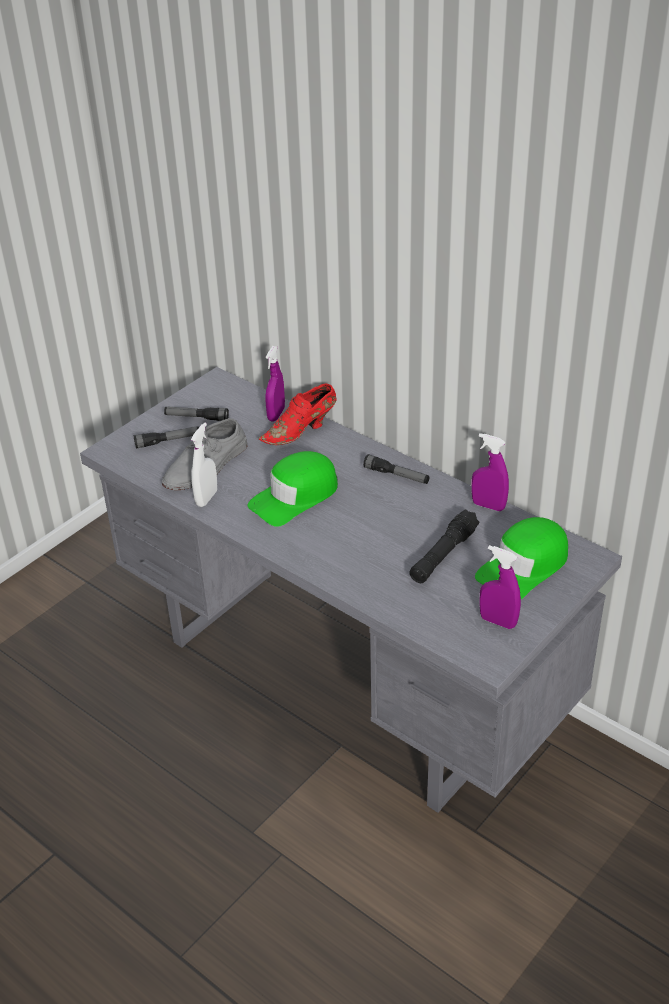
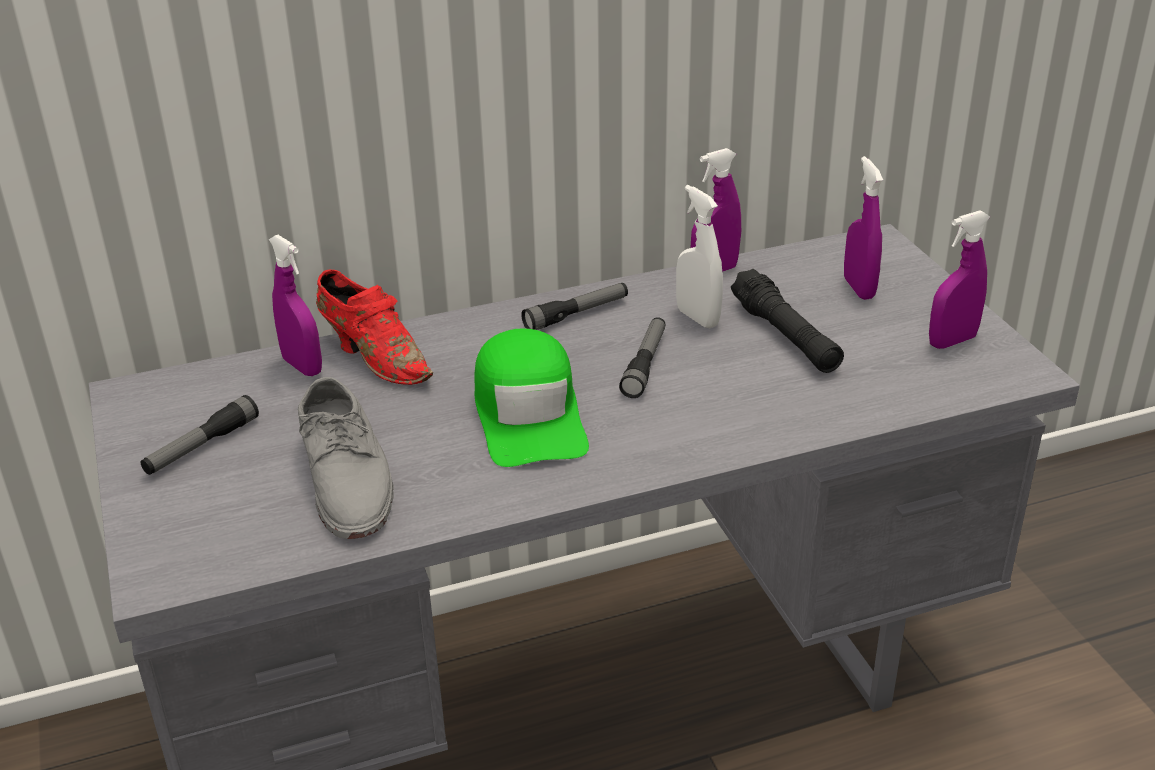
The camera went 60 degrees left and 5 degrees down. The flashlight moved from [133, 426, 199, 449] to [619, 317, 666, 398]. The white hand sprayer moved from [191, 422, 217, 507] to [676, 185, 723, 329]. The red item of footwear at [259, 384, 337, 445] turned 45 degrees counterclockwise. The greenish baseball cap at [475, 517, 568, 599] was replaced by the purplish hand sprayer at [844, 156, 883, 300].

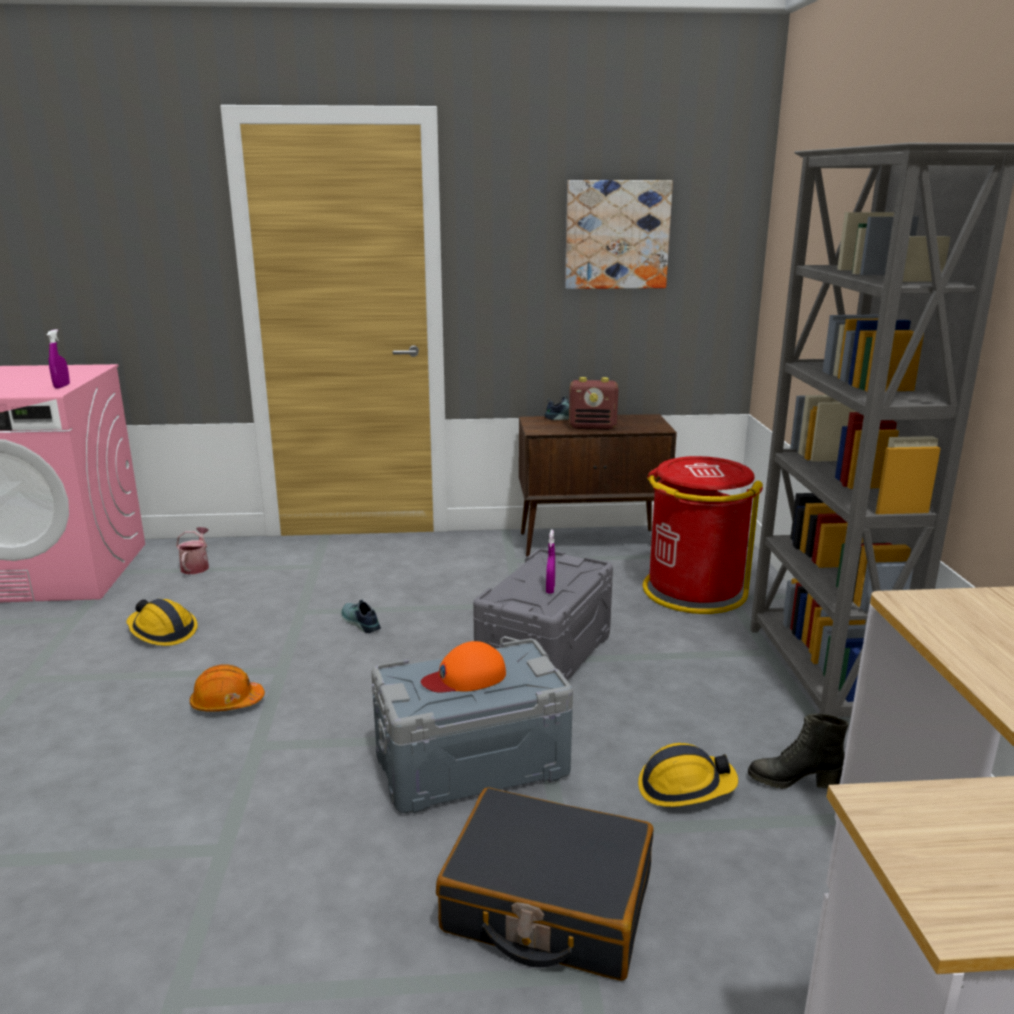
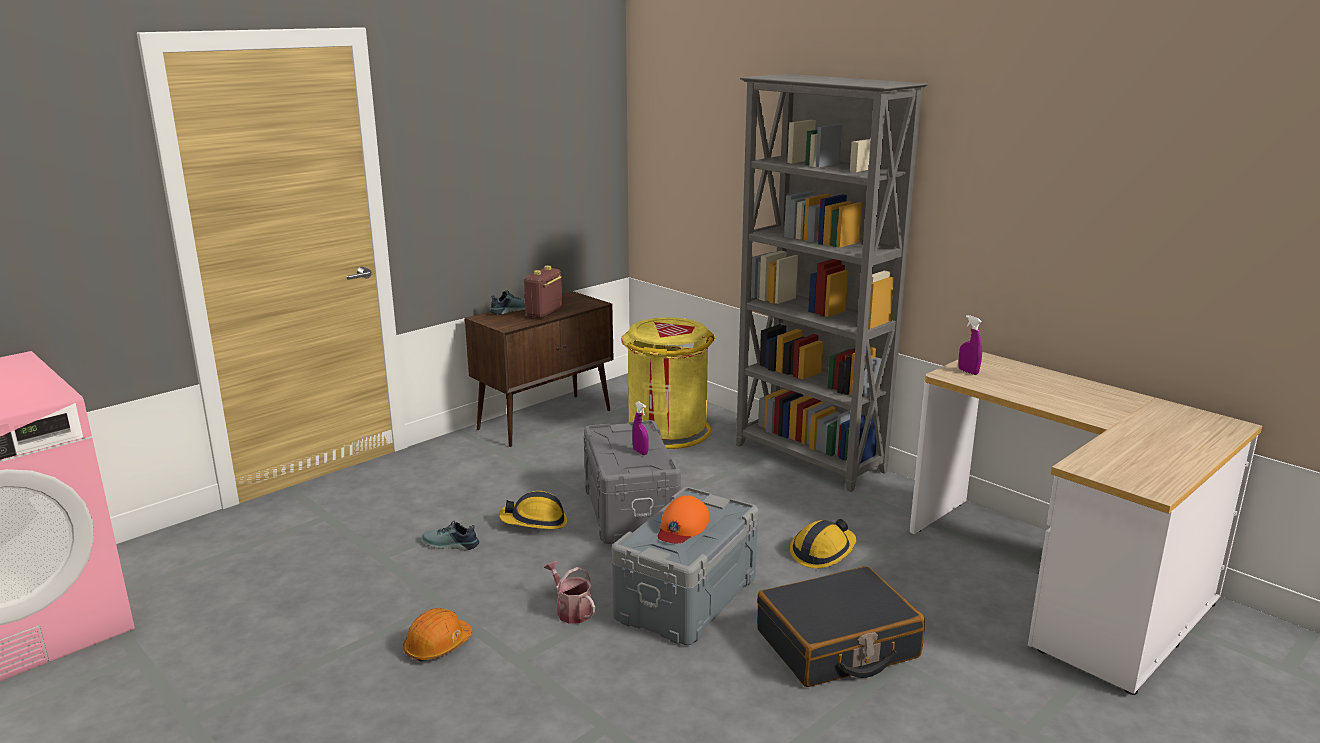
The camera went 40 degrees left and 0 degrees up. The purplish hand sprayer moved from [47, 329, 70, 388] to [958, 315, 982, 375]. The safety helmet moved from [126, 599, 197, 646] to [499, 491, 567, 529]. The watering can moved from [176, 527, 209, 574] to [544, 561, 595, 624]. The wall art at [565, 180, 673, 289] disappeared. The radio receiver at [569, 377, 618, 430] turned 150 degrees clockwise. The red waste bin at [642, 456, 763, 614] became the yellow-coloured waste bin at [621, 317, 715, 449]. The blackish boot at [748, 714, 848, 789] disappeared.

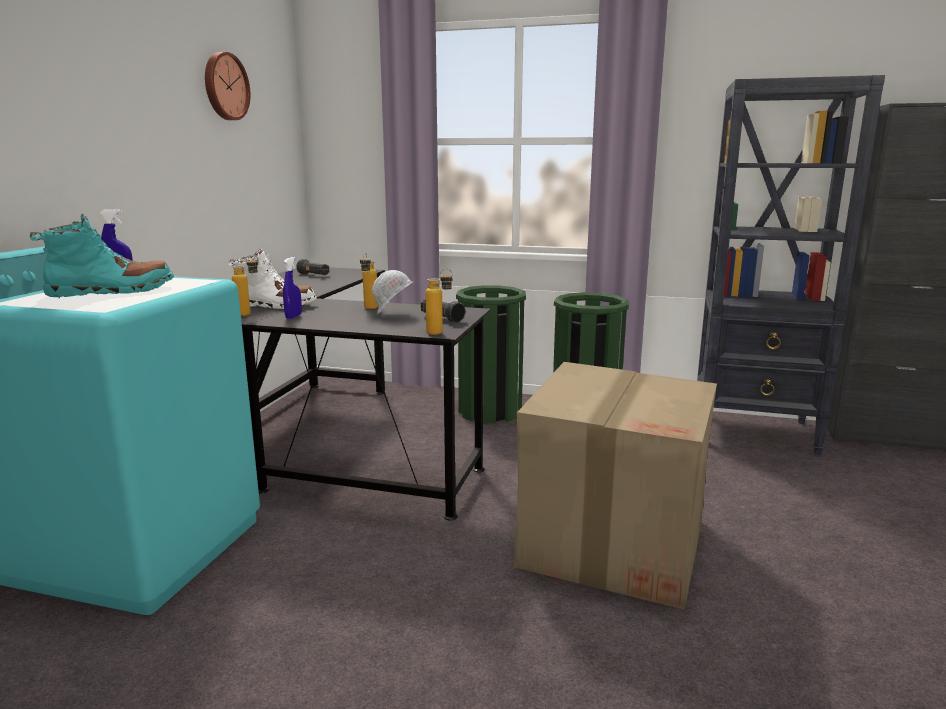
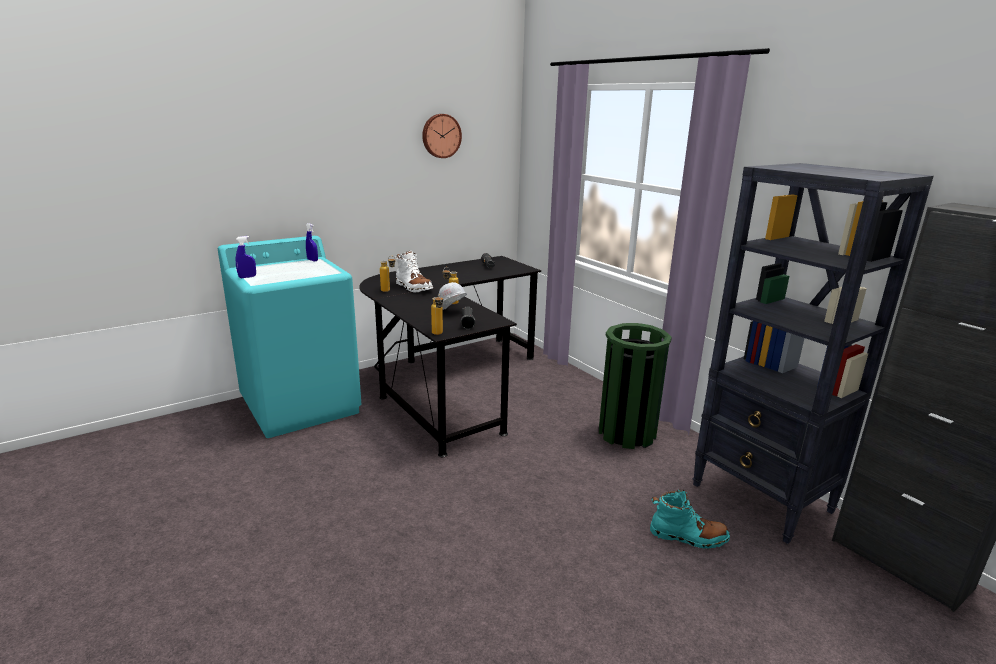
The camera went 40 degrees right and 5 degrees up. The turquoise boot moved from [30, 213, 174, 298] to [650, 489, 730, 548]. The blue hand sprayer moved from [283, 257, 302, 319] to [236, 236, 256, 278]. The greenish waste bin at [456, 285, 526, 423] disappeared. The cardboard box at [514, 362, 717, 610] disappeared.

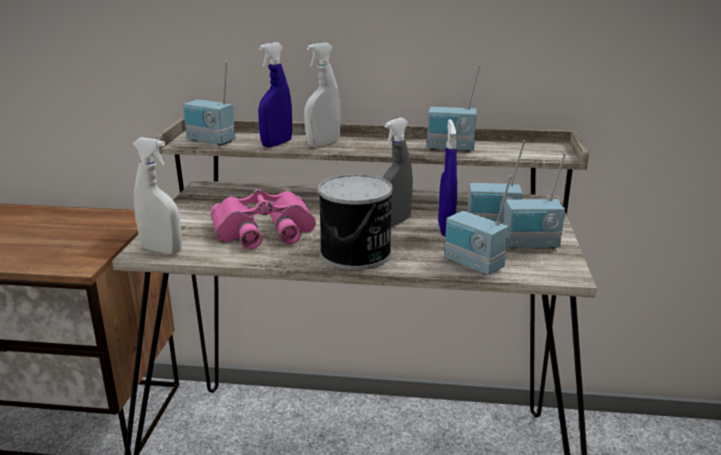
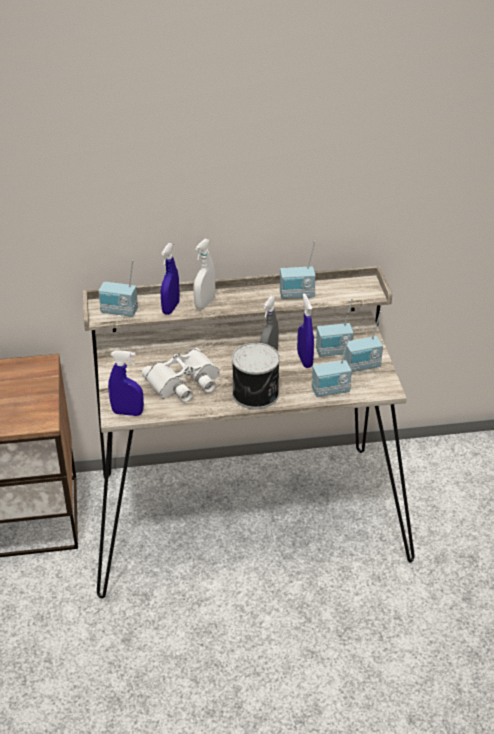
The camera went 15 degrees left and 15 degrees up. The white hand sprayer at [132, 137, 182, 254] became the blue hand sprayer at [108, 350, 144, 416]. The pink pair of binoculars at [211, 189, 316, 249] became the white pair of binoculars at [142, 348, 220, 402]. The radio receiver at [444, 175, 512, 275] turned 45 degrees counterclockwise.

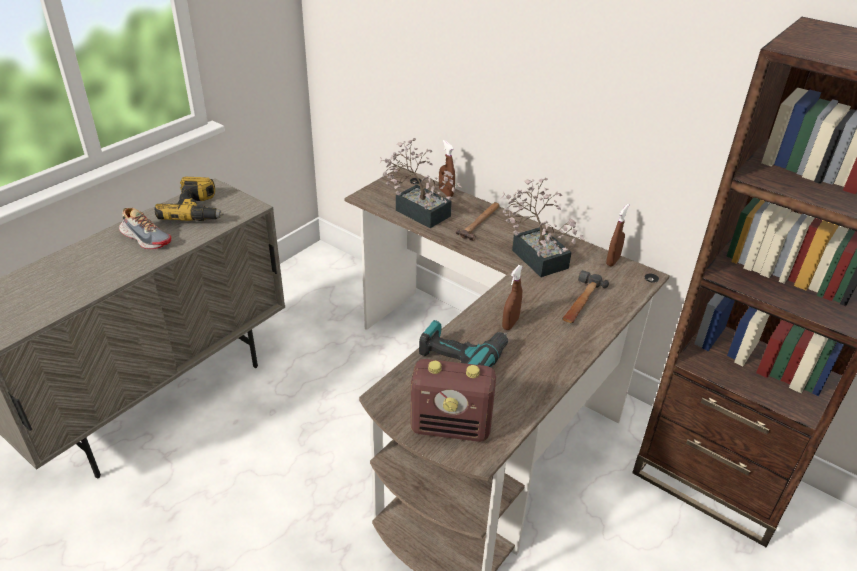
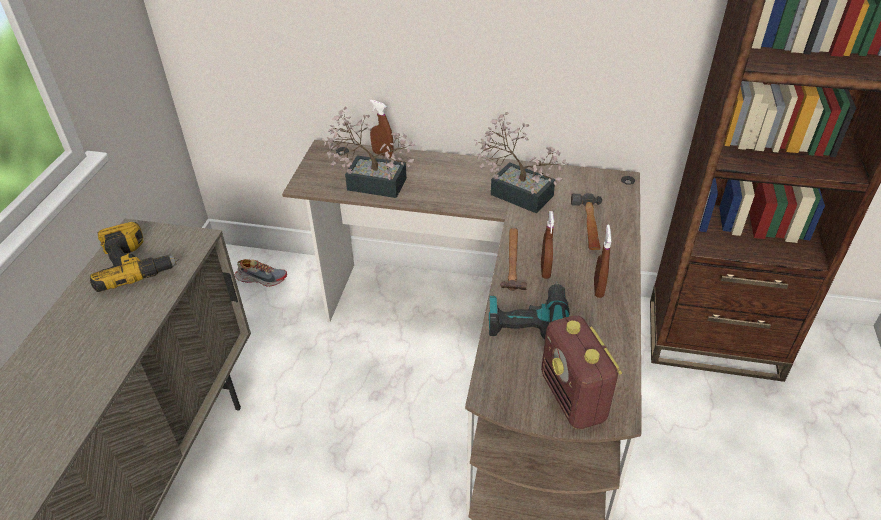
The camera went 25 degrees left and 5 degrees up. The item of footwear moved from [119, 208, 171, 249] to [235, 259, 287, 287]. The radio receiver at [410, 359, 496, 442] turned 90 degrees clockwise. The hand hammer moved from [456, 202, 499, 241] to [500, 228, 527, 291]. The brownish hand sprayer moved from [606, 204, 629, 266] to [594, 224, 611, 298].

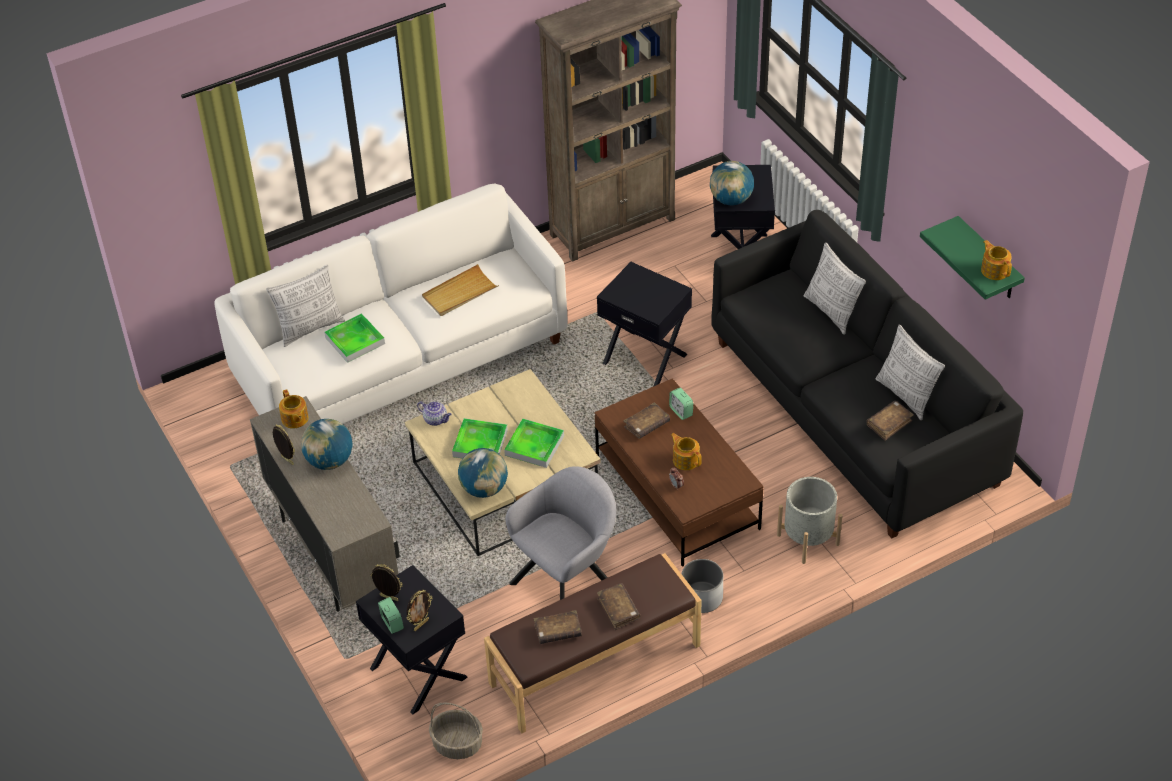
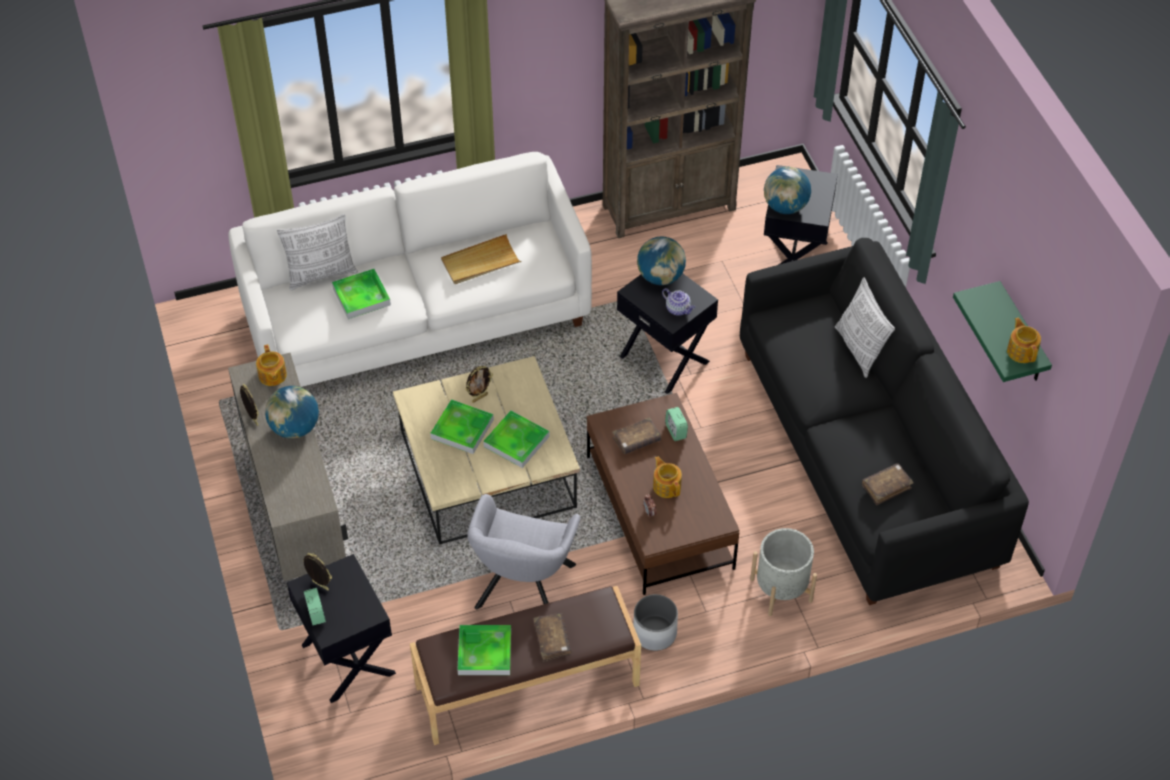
The camera went 10 degrees right and 5 degrees up. The picture frame moved from [407, 590, 433, 631] to [466, 366, 493, 403]. The teapot moved from [417, 401, 452, 426] to [662, 288, 695, 316]. The storage basket at [429, 702, 483, 759] disappeared. The globe moved from [458, 448, 508, 498] to [637, 236, 686, 285]. The greyish lounge chair at [505, 466, 616, 600] turned 135 degrees clockwise. The brownish bound book at [534, 610, 582, 644] was replaced by the carrying tray at [458, 625, 511, 675]. The cushion at [876, 325, 945, 420] disappeared.

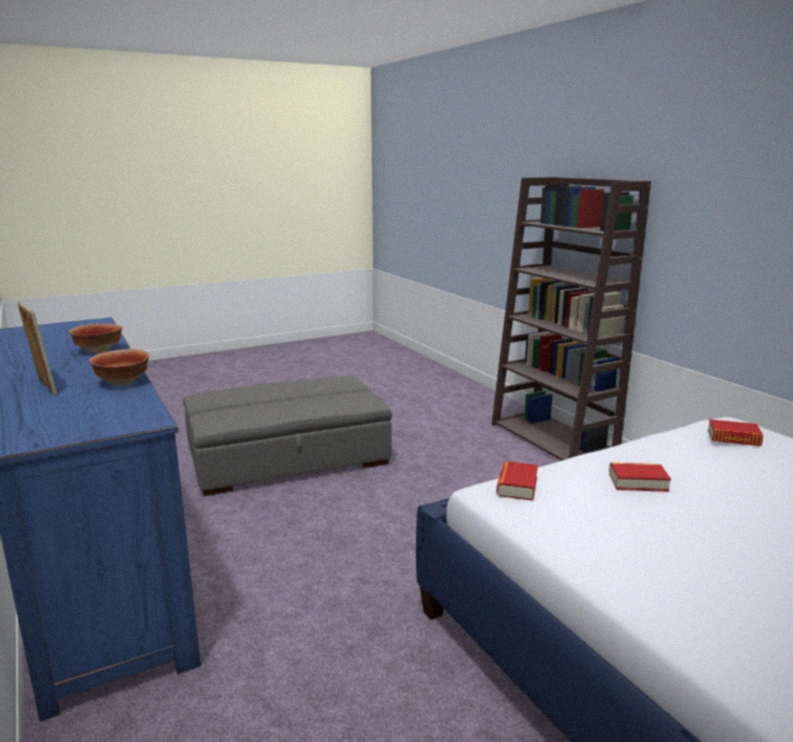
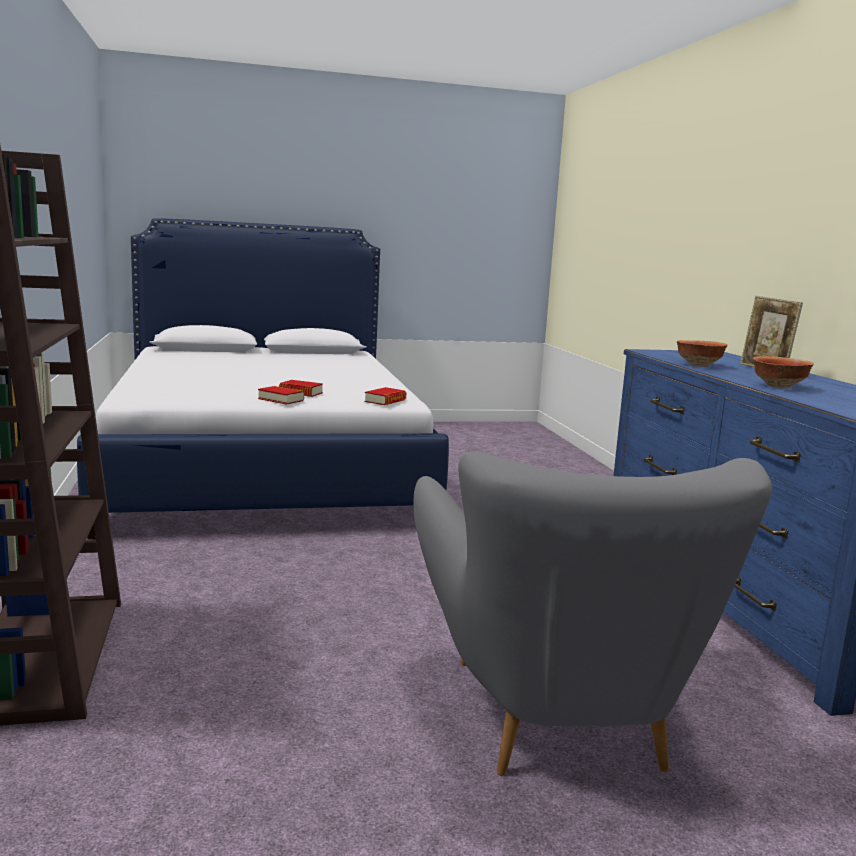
The camera went 165 degrees left and 5 degrees down. The greyish ottoman at [183, 376, 392, 496] was replaced by the greyish lounge chair at [413, 451, 772, 776]. The bound book moved from [708, 419, 763, 446] to [258, 386, 304, 405].

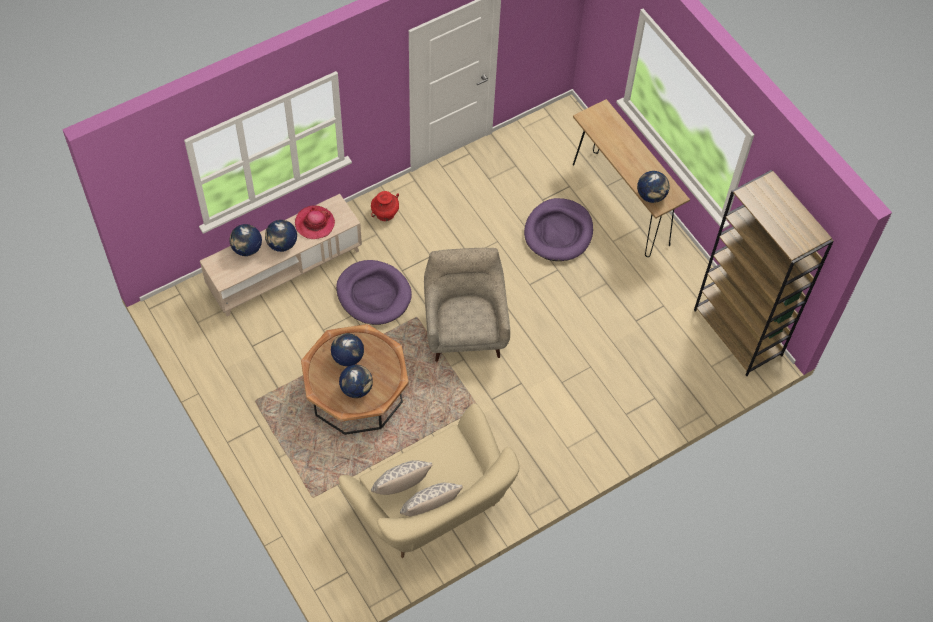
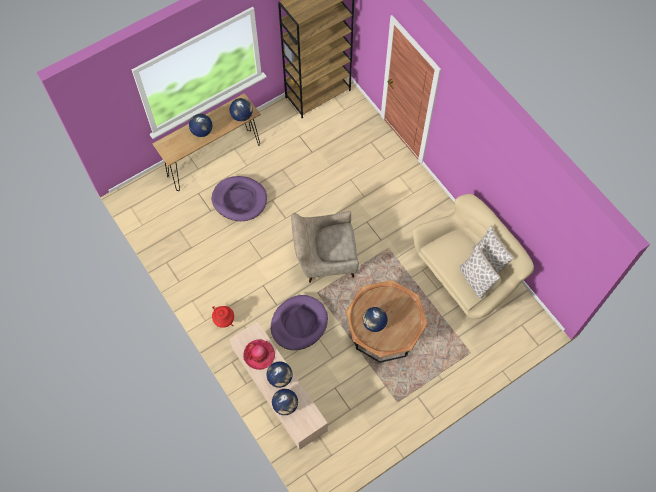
The camera went 90 degrees left and 5 degrees up. The globe moved from [339, 365, 373, 398] to [189, 114, 213, 137].

